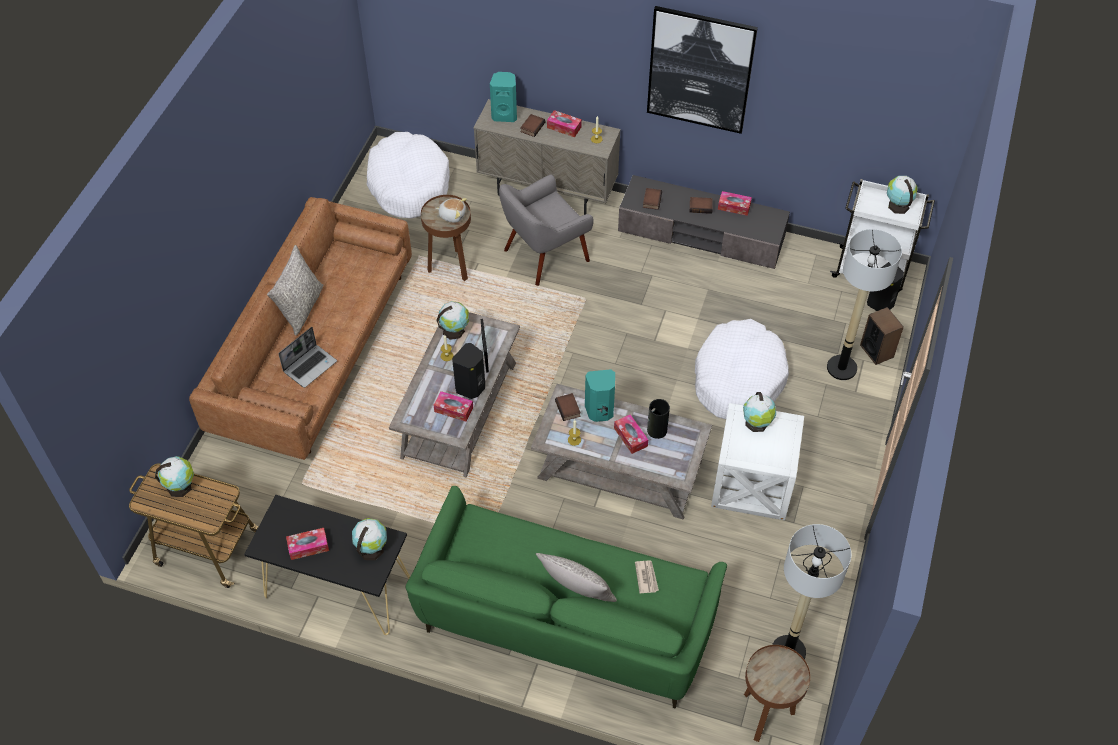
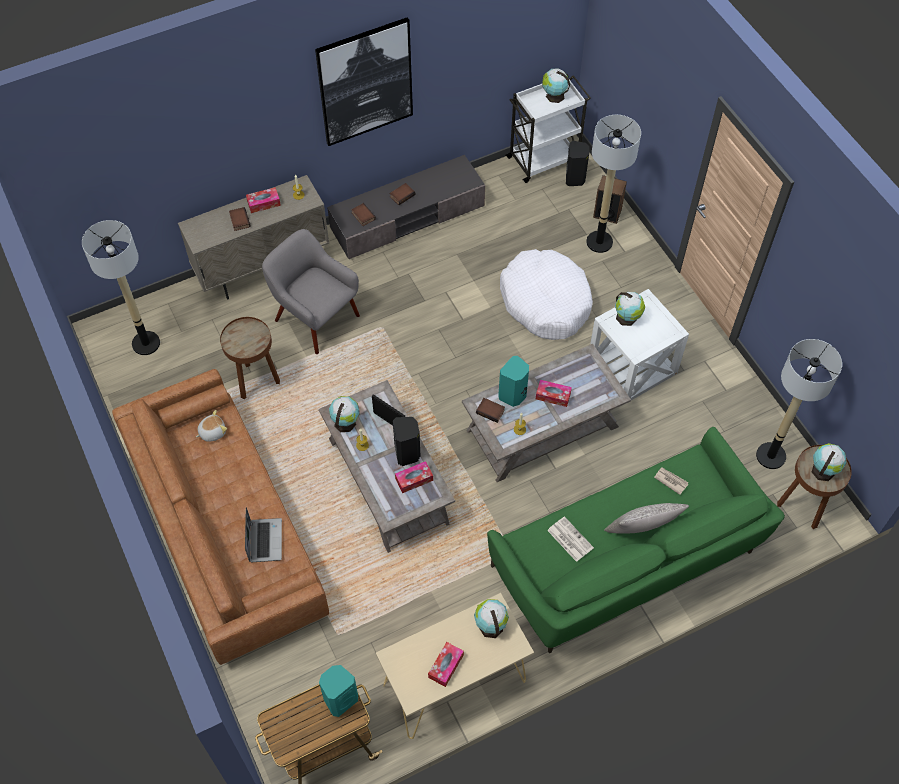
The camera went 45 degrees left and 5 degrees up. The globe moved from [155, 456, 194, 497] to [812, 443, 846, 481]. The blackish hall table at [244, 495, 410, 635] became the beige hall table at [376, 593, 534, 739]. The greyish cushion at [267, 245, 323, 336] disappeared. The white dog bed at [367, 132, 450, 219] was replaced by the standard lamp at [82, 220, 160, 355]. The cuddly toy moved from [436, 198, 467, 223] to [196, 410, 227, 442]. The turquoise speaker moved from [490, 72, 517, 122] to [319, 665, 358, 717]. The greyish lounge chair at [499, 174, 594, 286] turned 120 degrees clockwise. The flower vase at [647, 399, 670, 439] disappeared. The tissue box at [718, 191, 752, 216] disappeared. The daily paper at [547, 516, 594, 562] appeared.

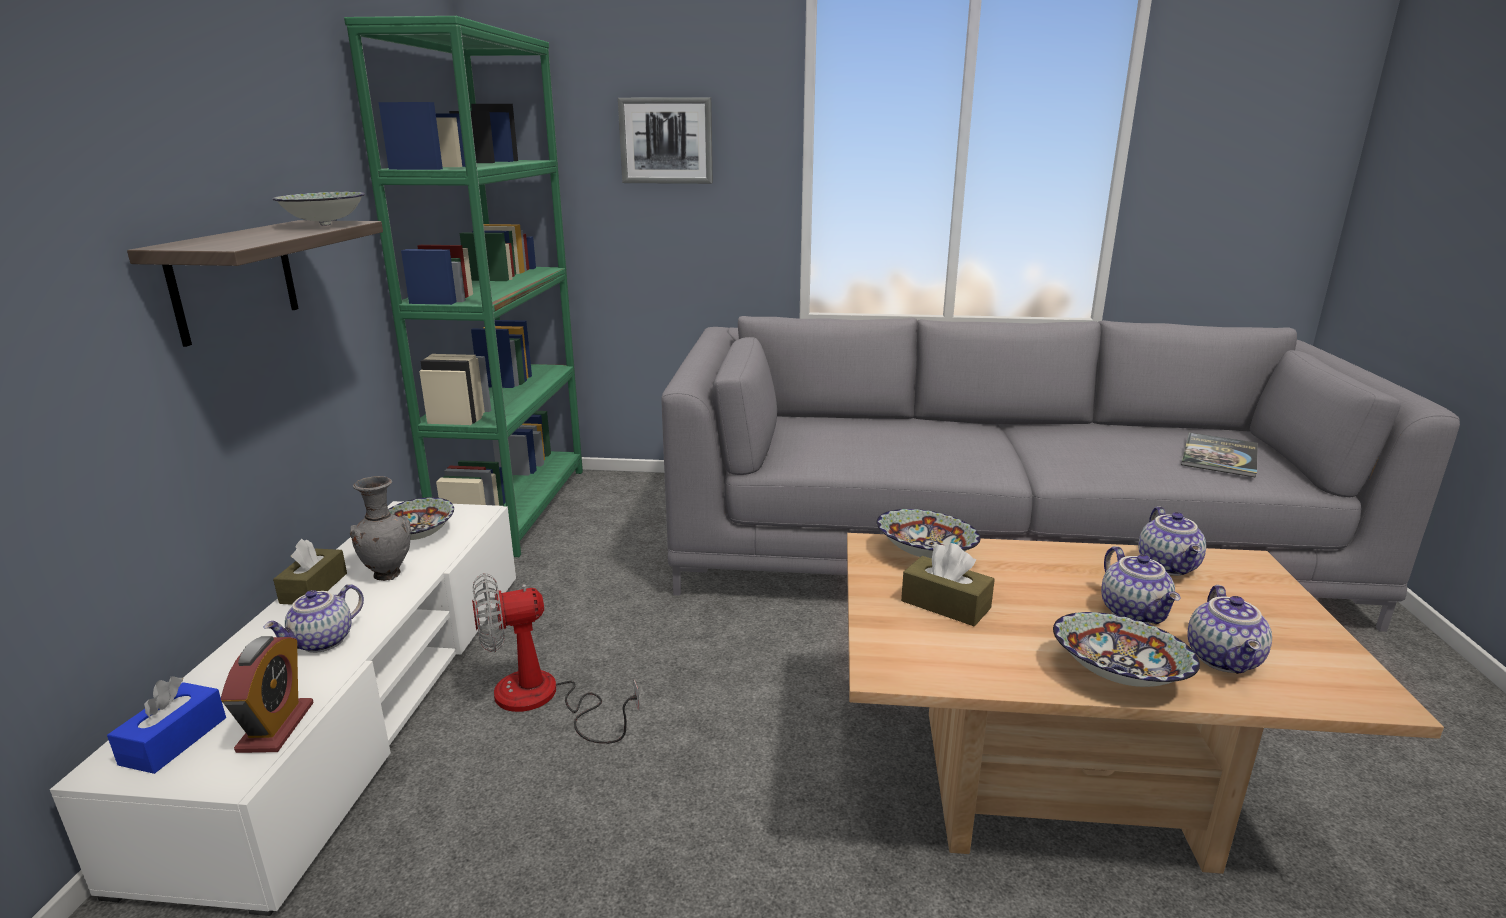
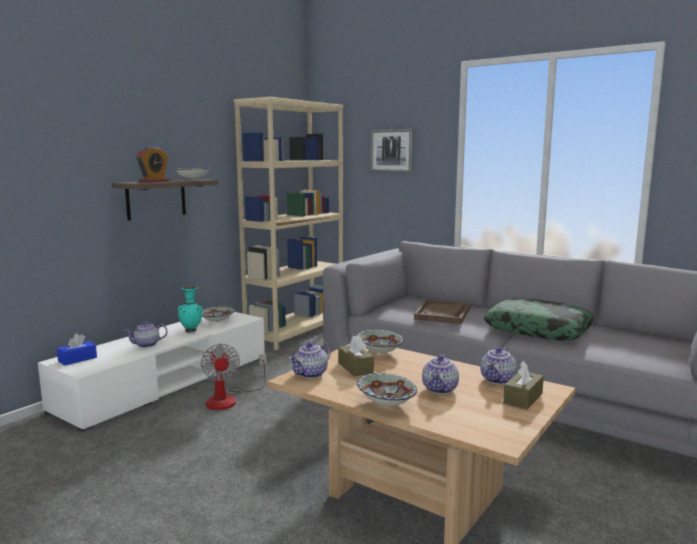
The camera went 30 degrees right and 10 degrees down. The alarm clock moved from [221, 636, 314, 753] to [136, 147, 169, 183]. The brownish tissue box moved from [273, 539, 347, 605] to [503, 361, 544, 410]. The greenish bookcase at [344, 16, 583, 557] became the beige bookcase at [234, 97, 343, 350]. The greyish flower vase at [350, 476, 411, 581] became the turquoise flower vase at [178, 286, 203, 333]. The electric fan at [472, 573, 640, 744] turned 120 degrees counterclockwise. The bound book at [1181, 433, 1258, 478] disappeared. The teapot moved from [1187, 585, 1272, 674] to [289, 342, 331, 379]. The brownish carrying tray at [414, 300, 470, 324] appeared. The cushion at [484, 298, 595, 341] appeared.

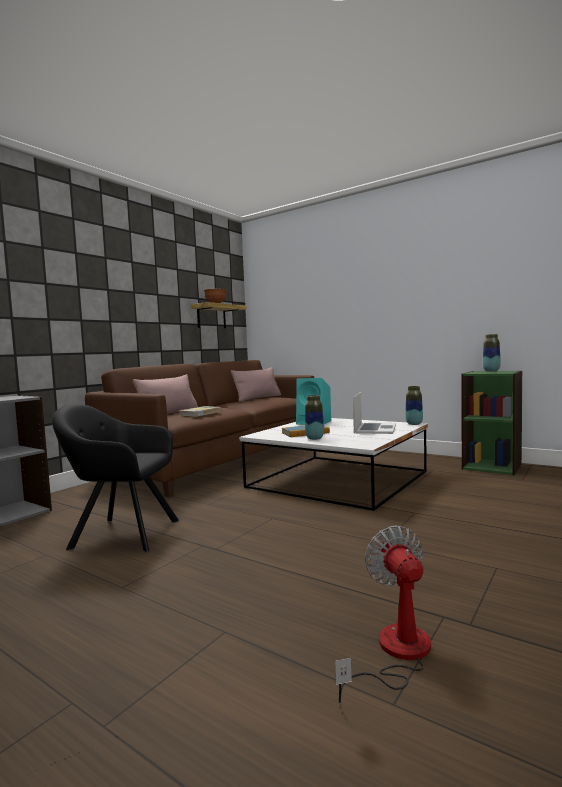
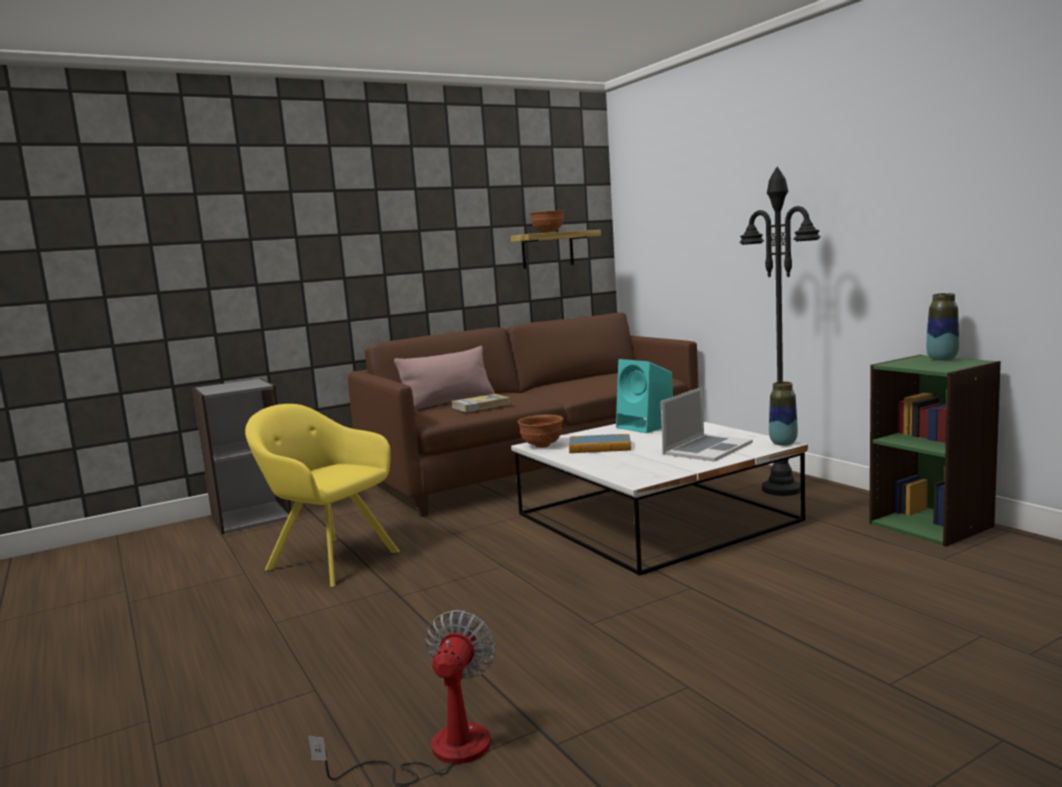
The camera went 25 degrees right and 5 degrees up. The blackish lounge chair at [52, 404, 179, 553] became the yellow-coloured lounge chair at [245, 404, 400, 587]. The pink cushion at [231, 367, 281, 402] disappeared. The flower vase at [305, 395, 324, 440] disappeared. The brownish bowl at [518, 415, 563, 448] appeared. The blackish standard lamp at [739, 166, 821, 496] appeared.

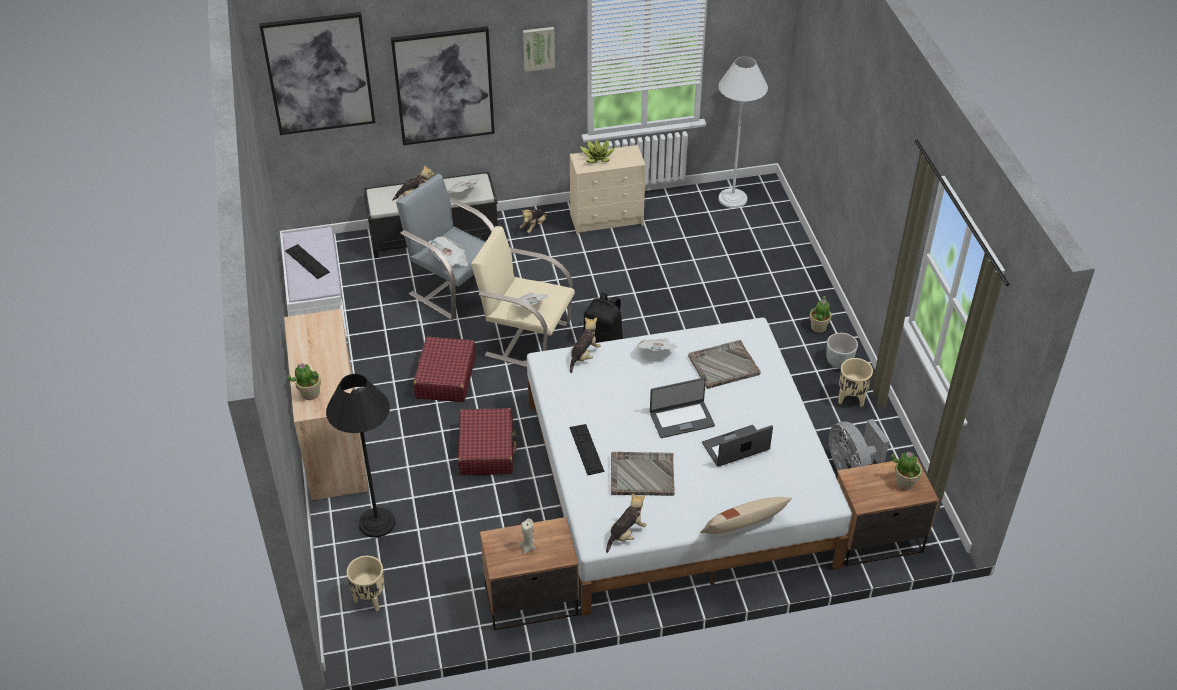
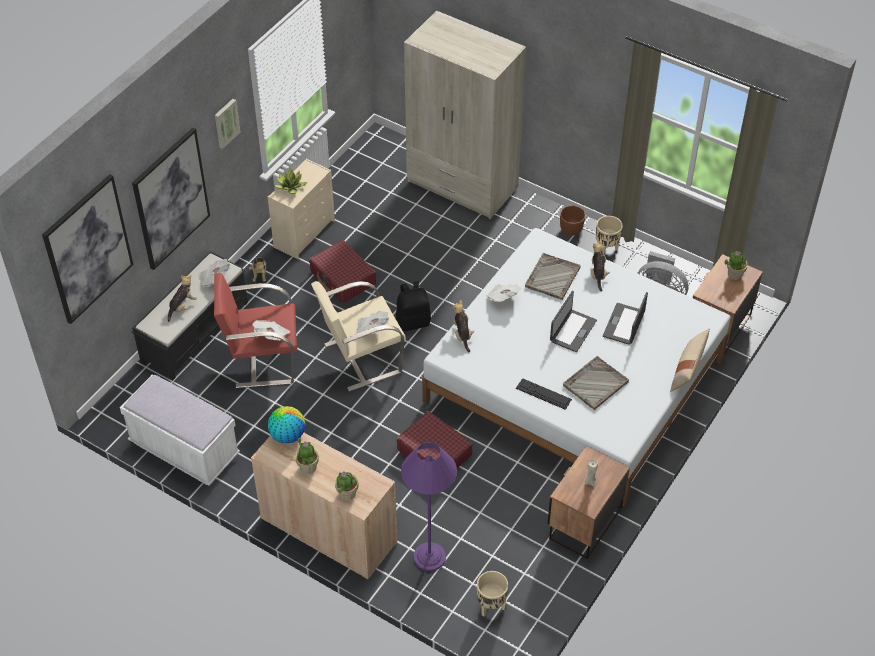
The camera went 45 degrees left and 5 degrees up. The PC keyboard at [285, 244, 330, 279] disappeared. The blackish standard lamp at [326, 374, 396, 538] became the purplish standard lamp at [401, 442, 457, 571]. The greyish lounge chair at [396, 174, 495, 320] became the red lounge chair at [214, 273, 297, 388]. The red travel case moved from [413, 337, 476, 402] to [309, 240, 376, 303]. The cuddly toy moved from [606, 493, 647, 553] to [591, 240, 610, 292]. The white standard lamp at [718, 56, 768, 208] disappeared. The potted plant moved from [809, 296, 832, 333] to [296, 438, 319, 474]. The greyish flower pot at [826, 333, 858, 369] became the brownish flower pot at [560, 206, 586, 236]. The globe at [268, 406, 305, 444] appeared. The beige armoire at [404, 11, 526, 219] appeared.

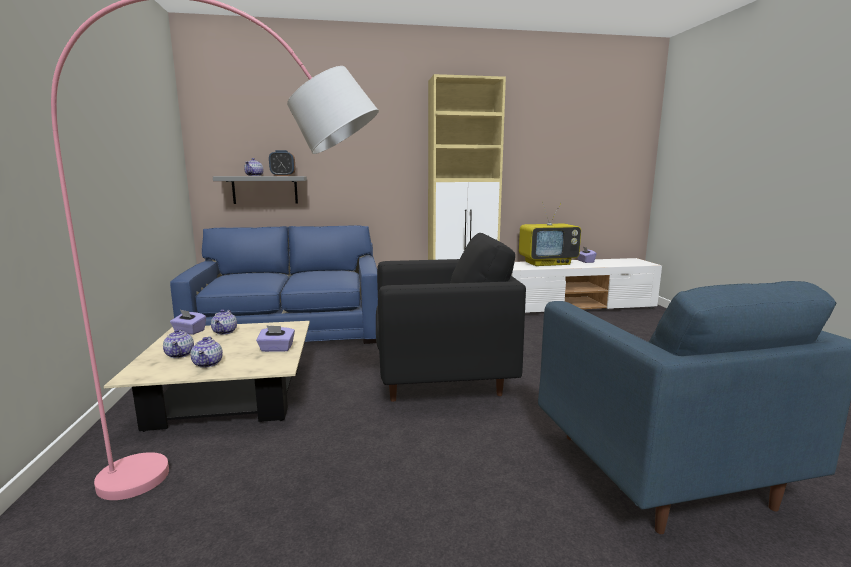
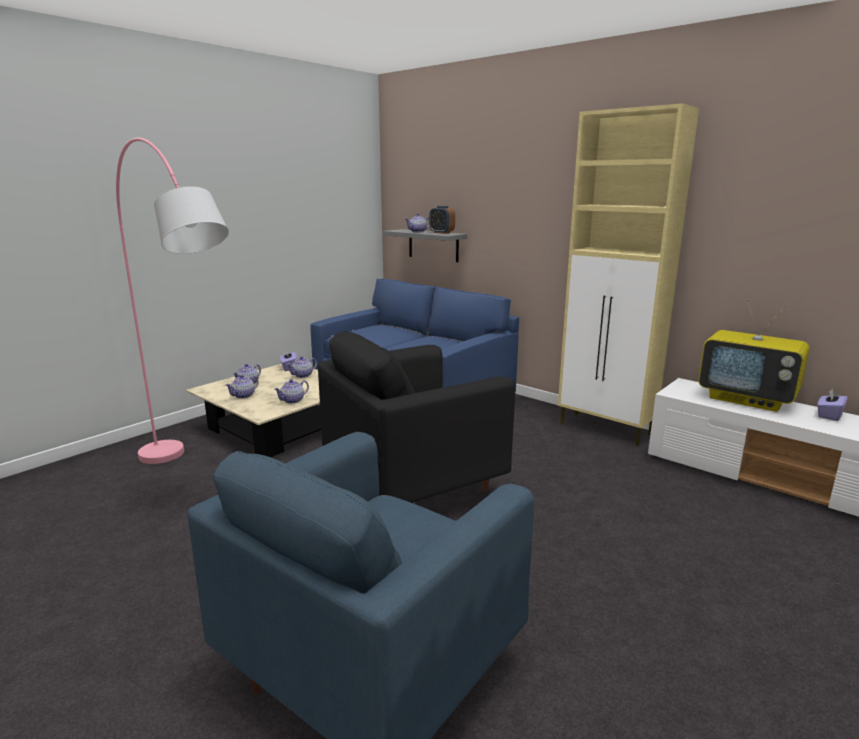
The camera went 50 degrees right and 5 degrees up. The purplish tissue box at [256, 325, 295, 352] was replaced by the teapot at [274, 379, 309, 404]. The blackish lounge chair at [376, 233, 526, 402] turned 105 degrees clockwise.

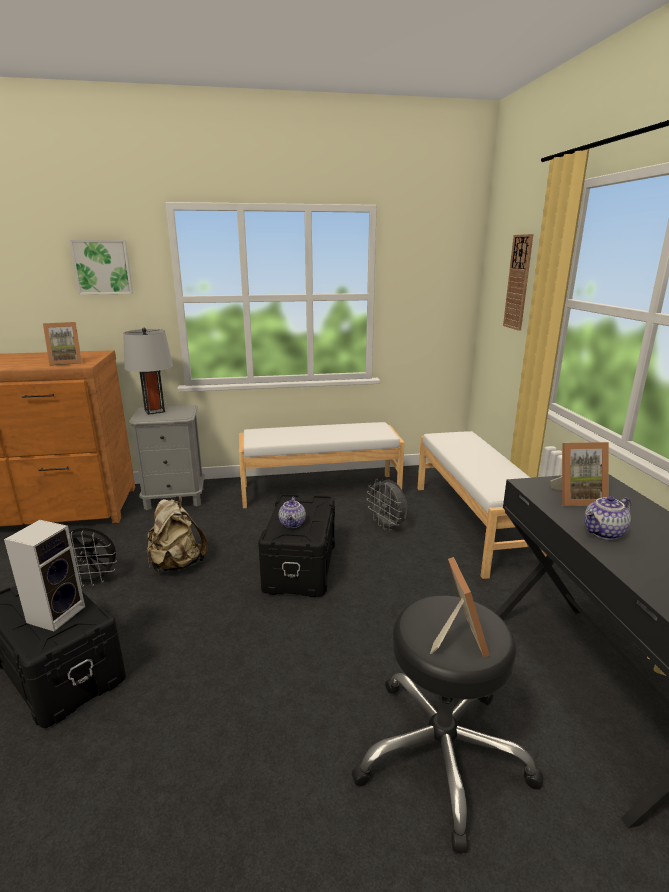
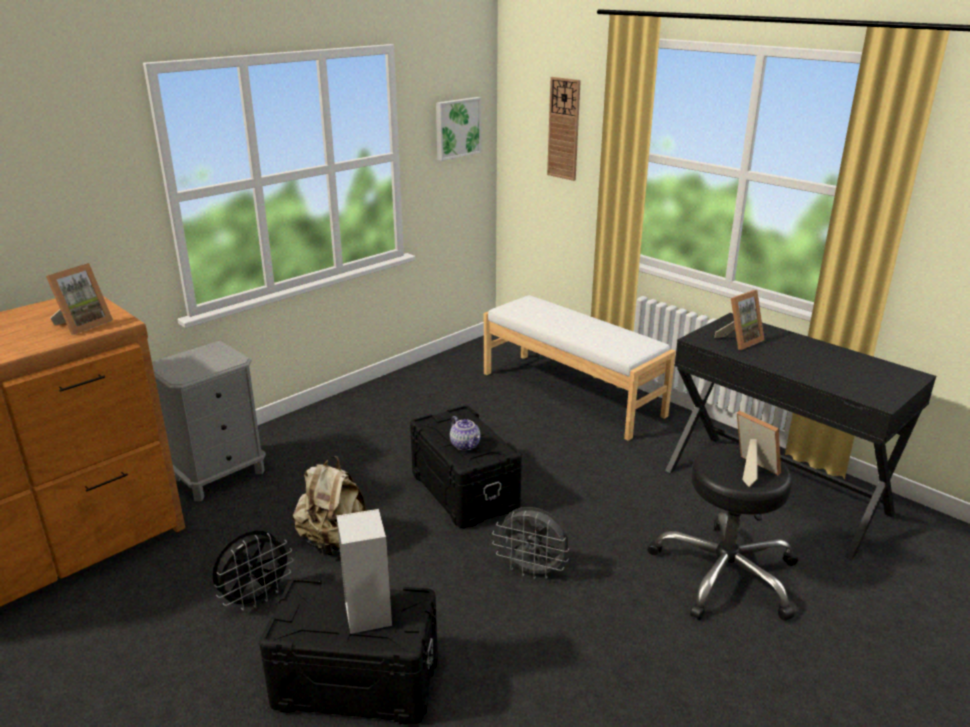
The camera went 35 degrees left and 5 degrees up. The wall art moved from [70, 240, 133, 295] to [436, 97, 481, 161]. The greyish table lamp at [123, 328, 173, 415] disappeared. The white long seat at [239, 422, 405, 508] disappeared. The greyish electric fan moved from [366, 479, 408, 530] to [492, 507, 569, 580]. The teapot at [584, 496, 631, 540] disappeared.

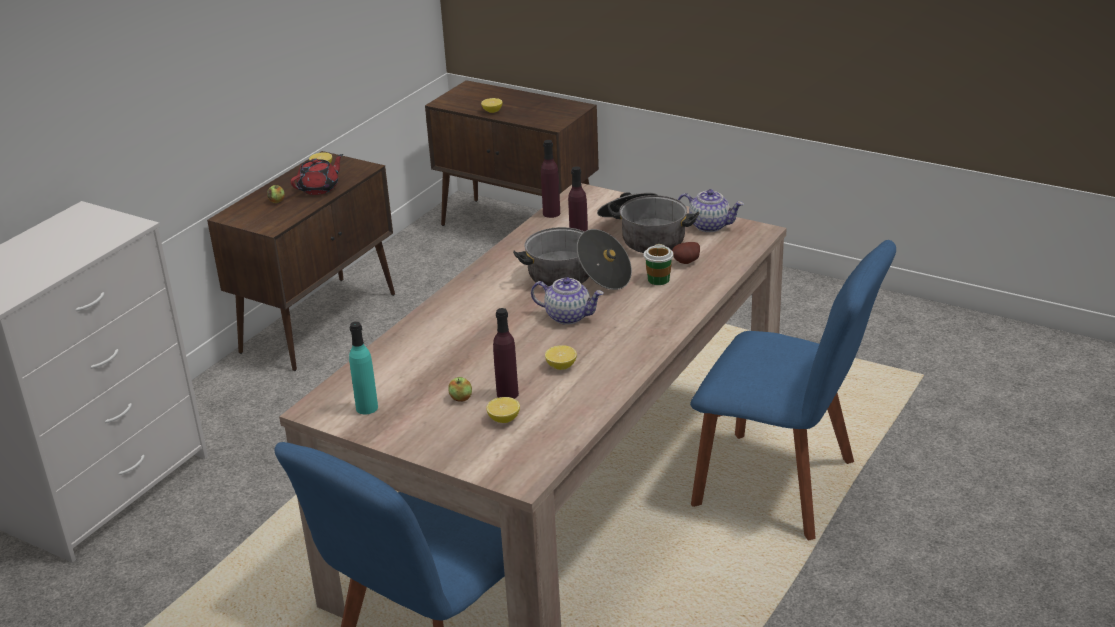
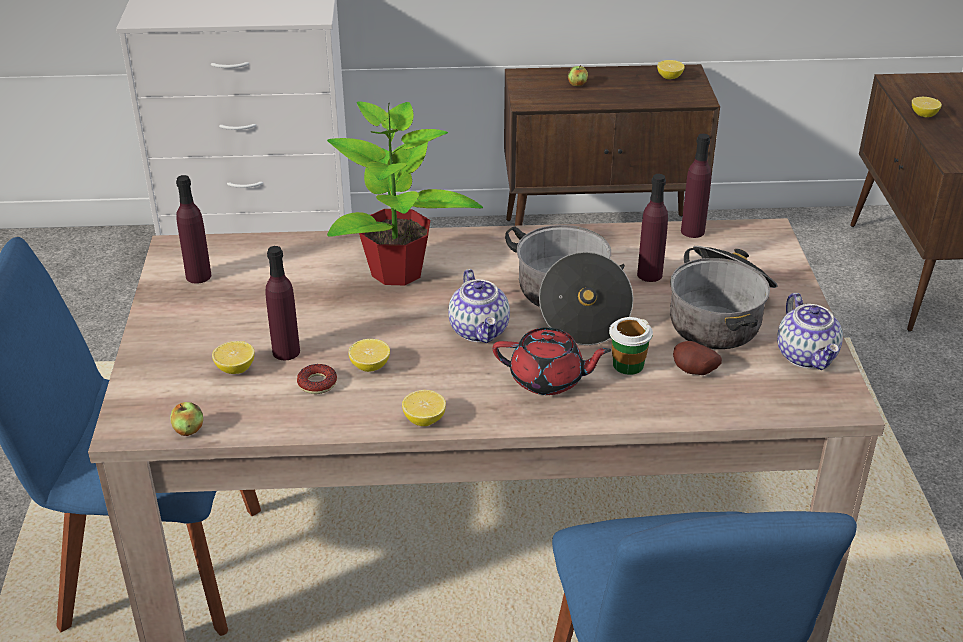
The camera went 55 degrees right and 5 degrees up. The red teapot moved from [290, 154, 343, 195] to [493, 327, 612, 395]. The turquoise bottle at [349, 322, 378, 415] became the purplish bottle at [176, 175, 211, 284]. The apple moved from [448, 377, 472, 402] to [170, 402, 203, 436]. The doughnut at [297, 364, 337, 394] appeared. The potted plant at [327, 101, 483, 285] appeared. The whole lemon at [402, 390, 446, 426] appeared.

